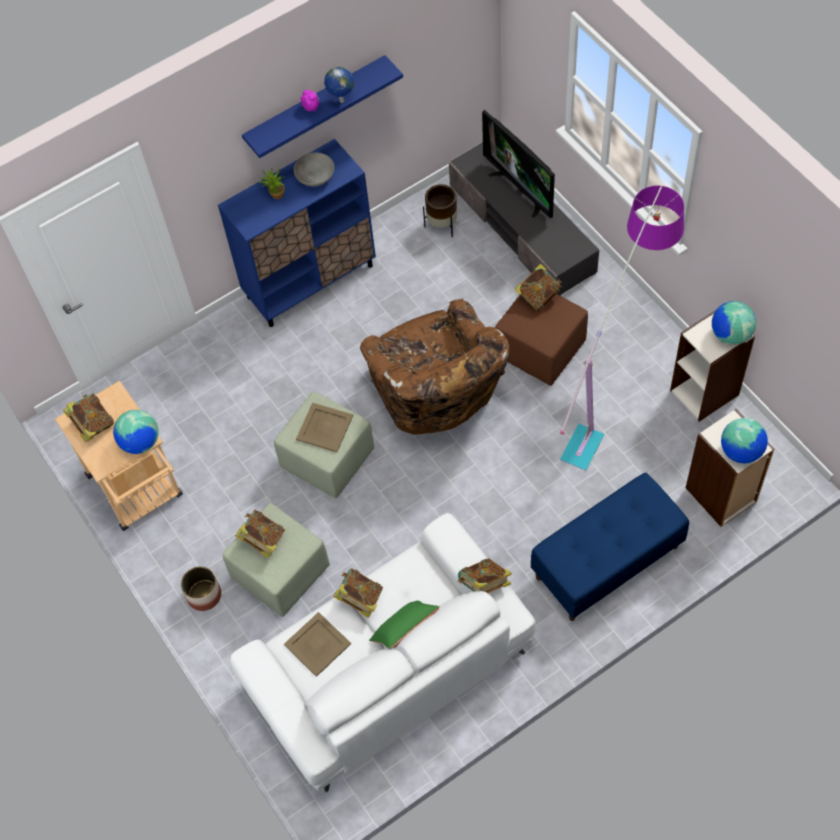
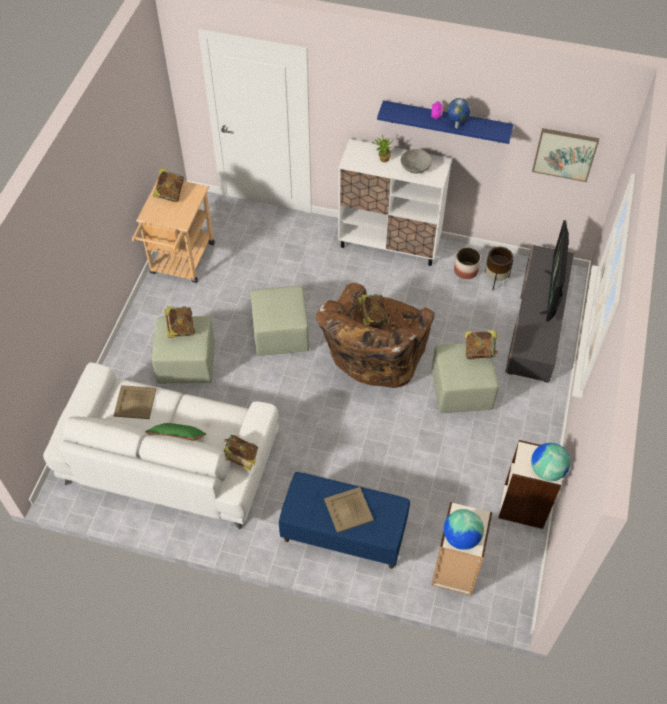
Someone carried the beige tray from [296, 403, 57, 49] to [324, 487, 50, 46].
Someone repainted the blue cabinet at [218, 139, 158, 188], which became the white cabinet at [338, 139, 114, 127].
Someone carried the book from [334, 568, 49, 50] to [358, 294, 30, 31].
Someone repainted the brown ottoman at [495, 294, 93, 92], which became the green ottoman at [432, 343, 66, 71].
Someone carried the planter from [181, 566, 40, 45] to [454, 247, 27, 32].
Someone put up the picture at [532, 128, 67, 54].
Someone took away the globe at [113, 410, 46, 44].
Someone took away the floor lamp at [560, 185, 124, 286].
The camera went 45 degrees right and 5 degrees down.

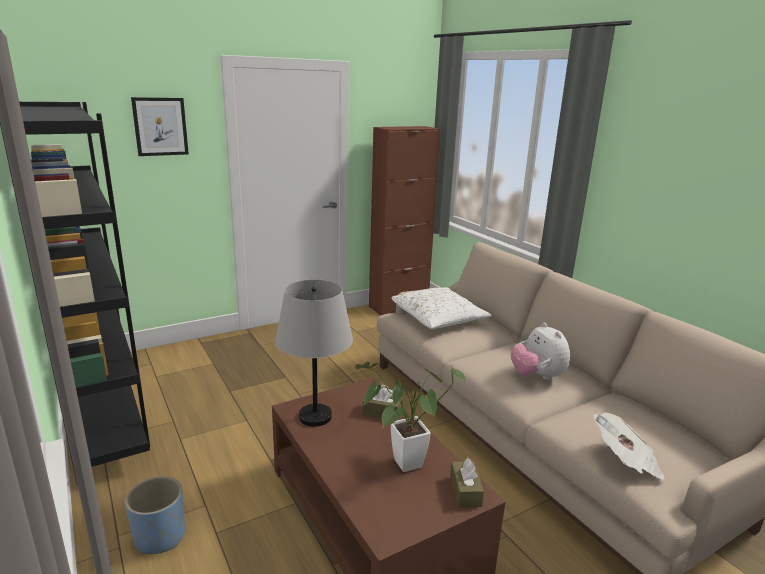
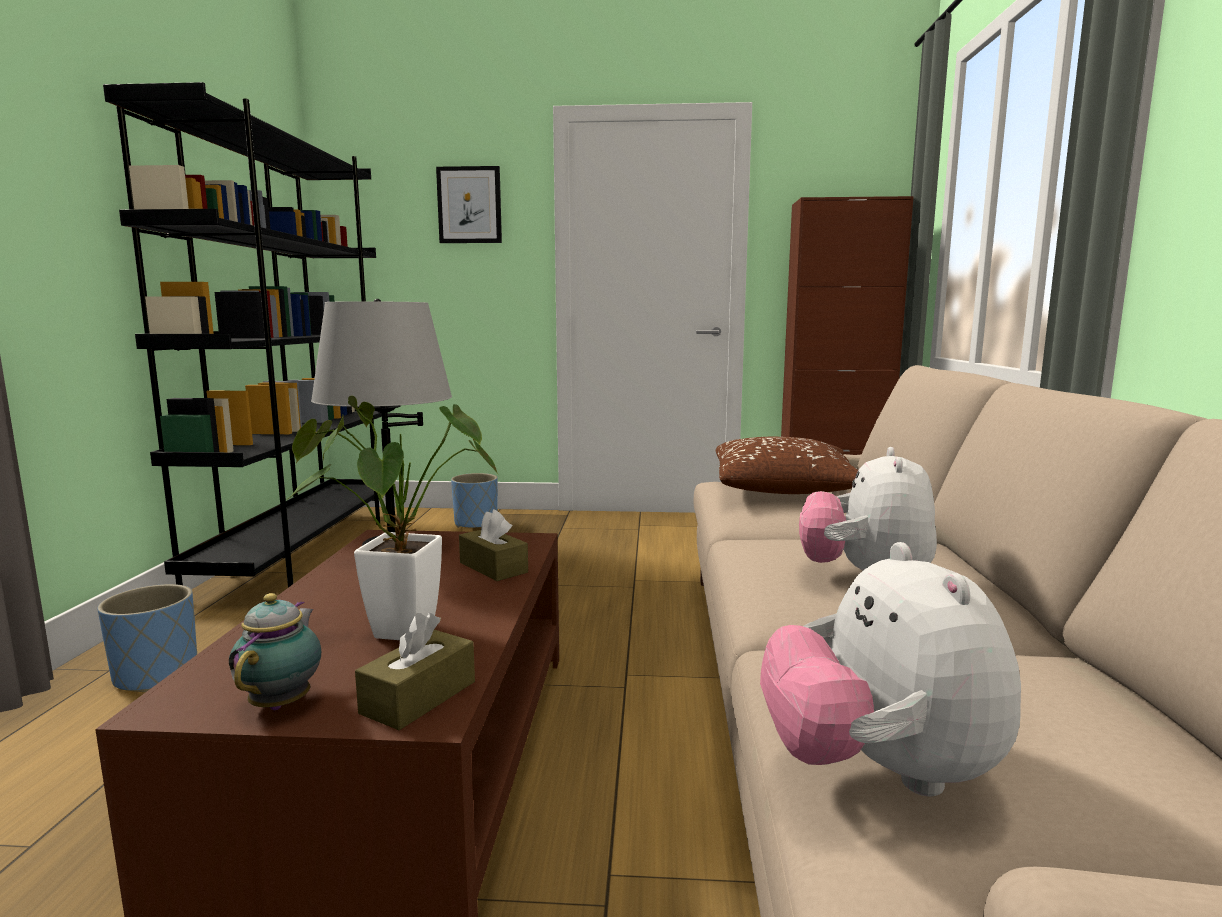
Someone put down the teapot at [229, 593, 92, 117].
Someone put down the blue planter at [451, 473, 47, 55].
Someone repainted the white pillow at [392, 287, 100, 42], which became the brown pillow at [716, 437, 142, 57].
Someone swapped the newspaper at [593, 412, 72, 68] for the plush toy at [760, 542, 261, 254].
The camera went 35 degrees right and 10 degrees down.

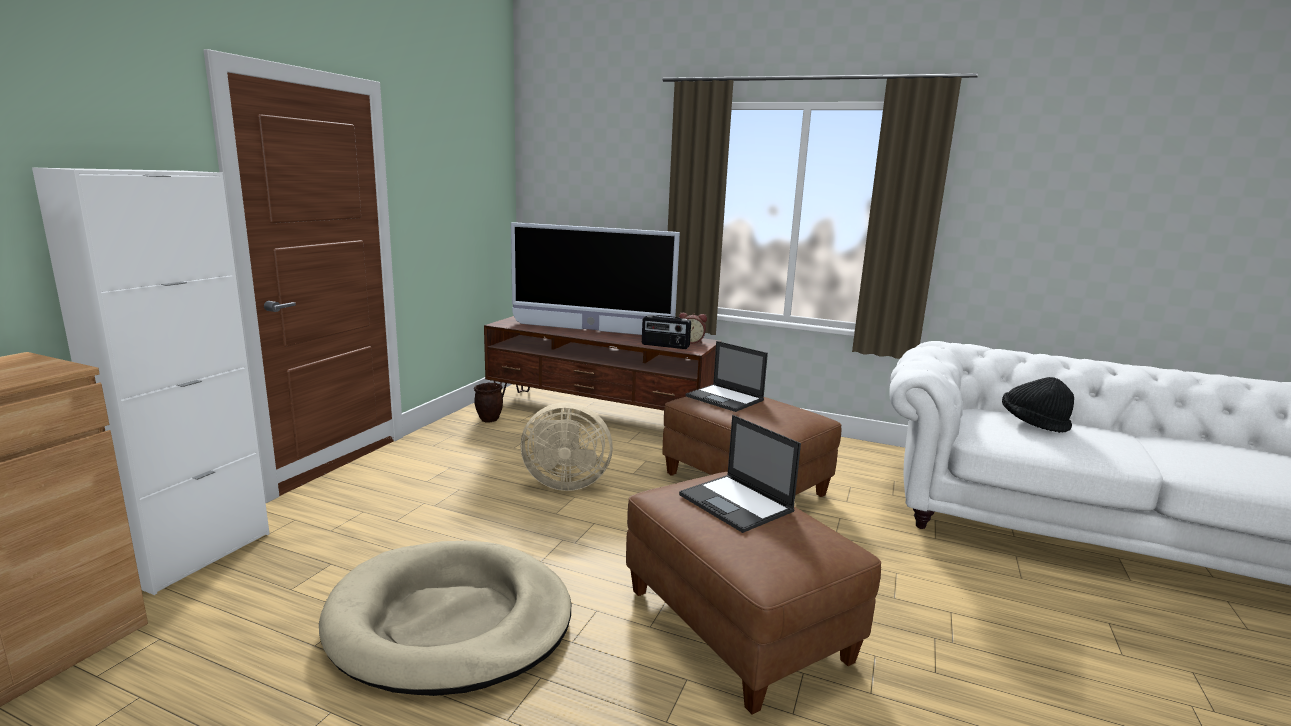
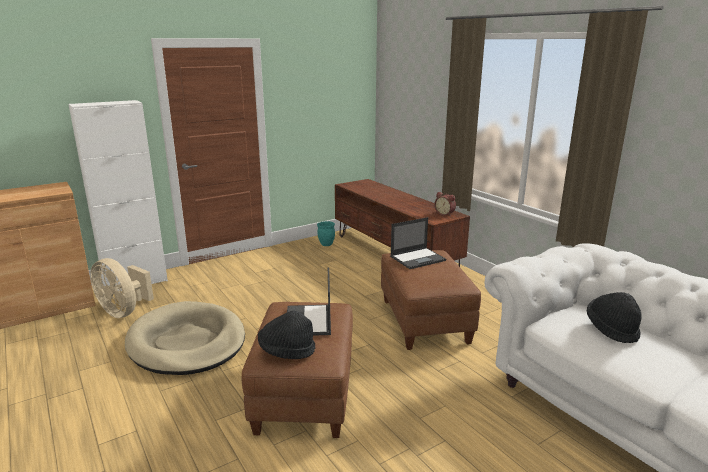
Someone carried the beige fan from [521, 402, 92, 89] to [90, 258, 64, 60].
Someone put down the black hat at [258, 311, 57, 48].
Someone repainted the brown planter at [474, 383, 29, 39], which became the turquoise planter at [317, 221, 18, 25].
Someone rotated the laptop at [685, 341, 83, 71] by 105 degrees counterclockwise.
Someone took away the television at [511, 222, 169, 113].
Someone took away the radio at [642, 315, 49, 34].
The camera went 35 degrees right and 5 degrees up.

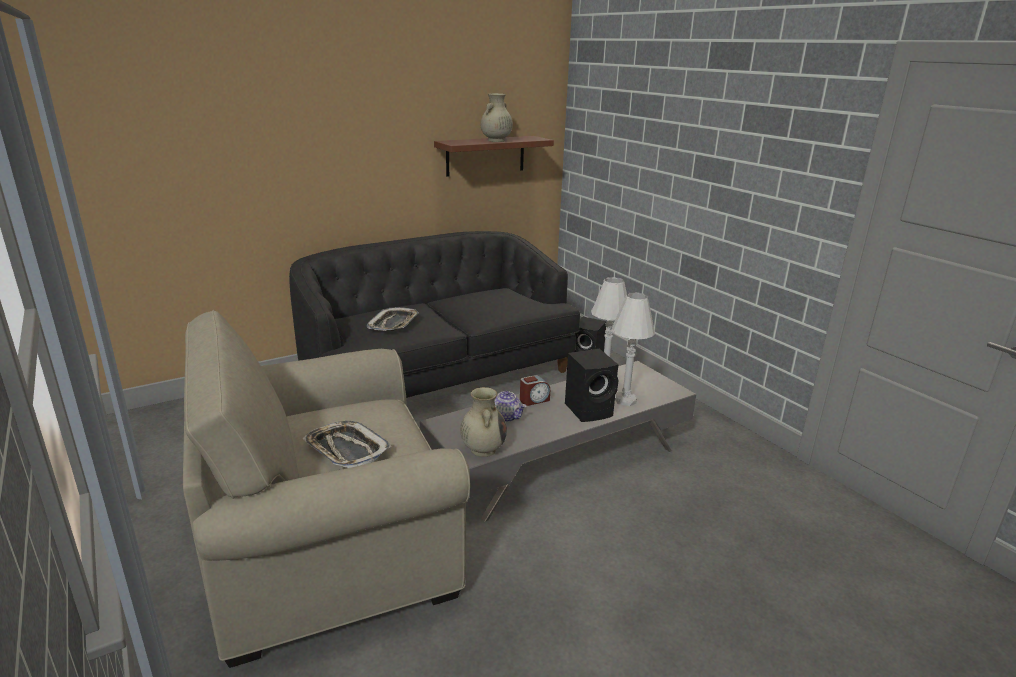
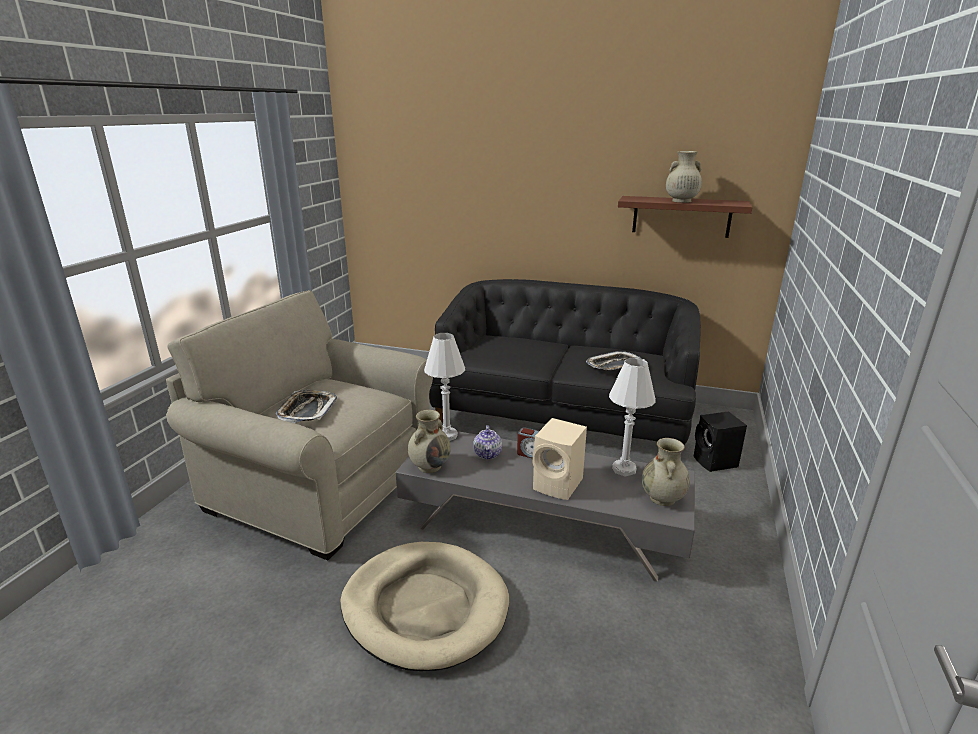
Someone put down the beige dog bed at [341, 542, 168, 129].
Someone carried the white table lamp from [612, 292, 43, 114] to [424, 333, 41, 108].
Someone repainted the black speaker at [565, 349, 53, 73], which became the beige speaker at [533, 418, 54, 82].
Someone carried the tray from [367, 307, 52, 24] to [586, 351, 54, 20].
Someone put down the beige vase at [642, 438, 48, 68].
The camera went 50 degrees right and 0 degrees up.

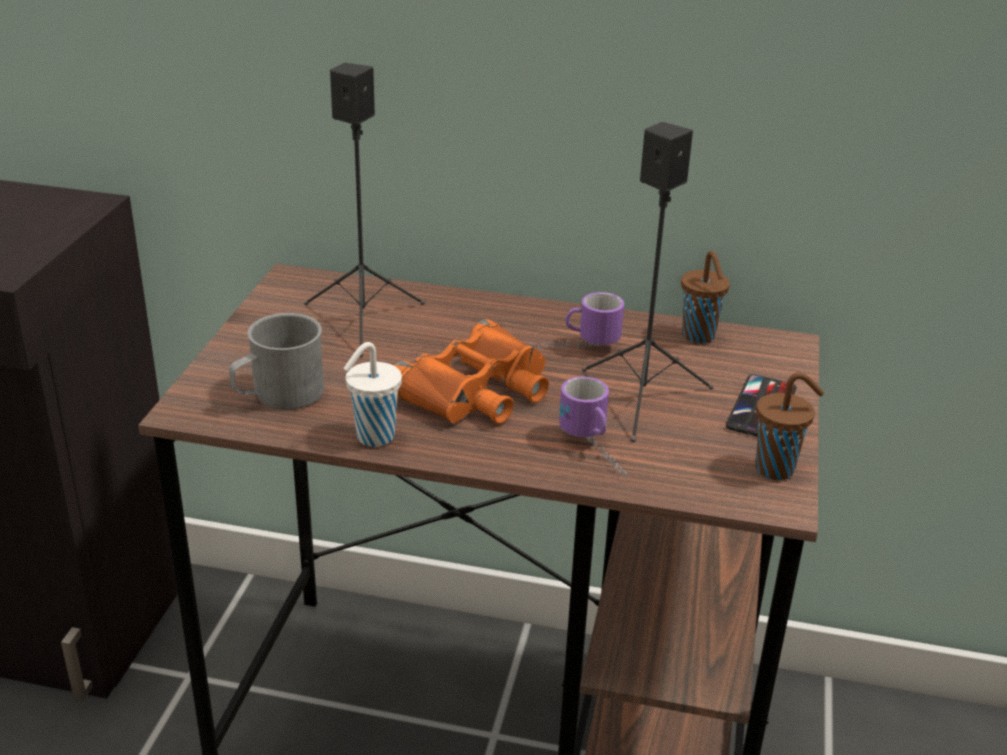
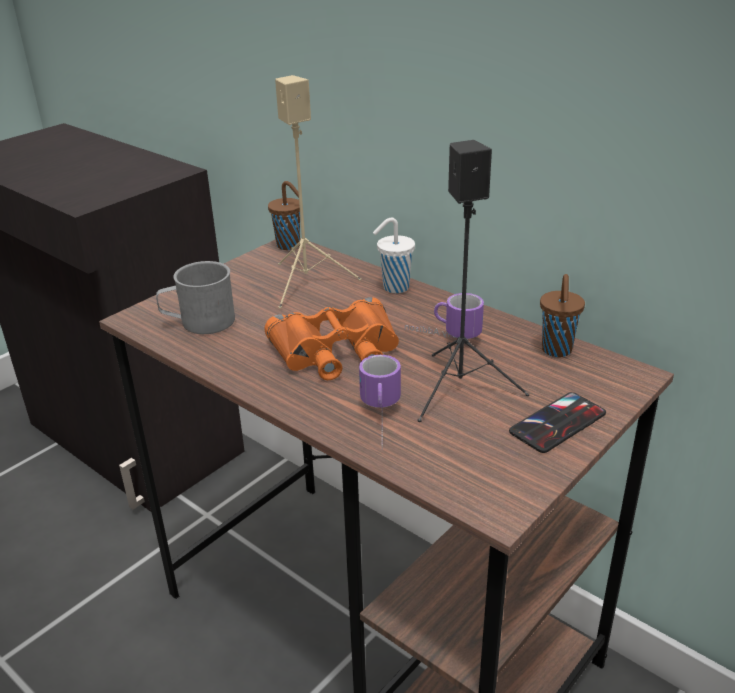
Someone carried the brown cup from [755, 372, 69, 108] to [268, 181, 32, 69].
Someone repainted the black speaker at [304, 63, 121, 294], which became the beige speaker at [275, 75, 86, 233].
Someone carried the white cup from [344, 342, 58, 105] to [373, 217, 42, 76].
The camera went 30 degrees right and 0 degrees up.

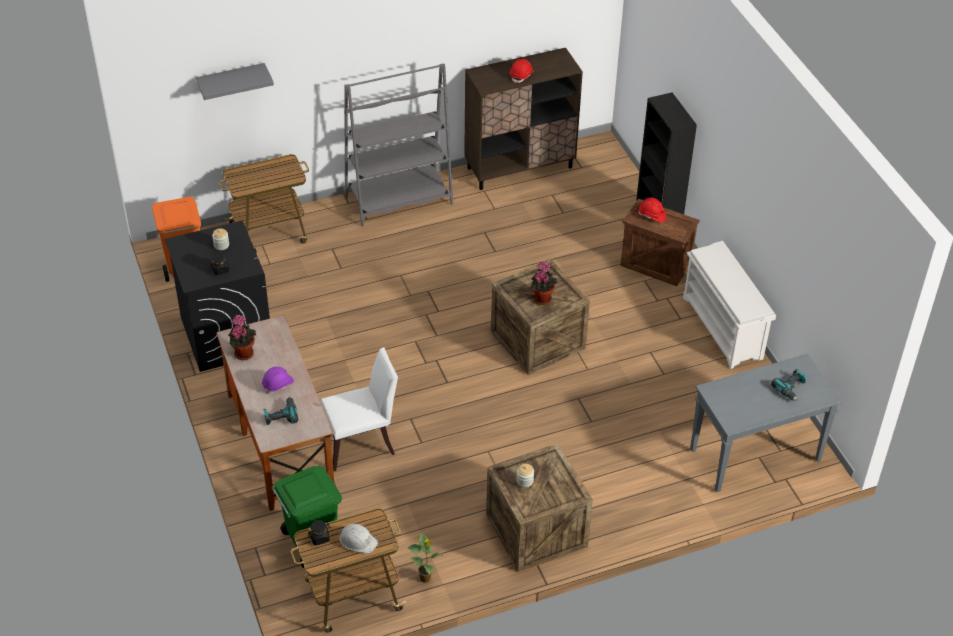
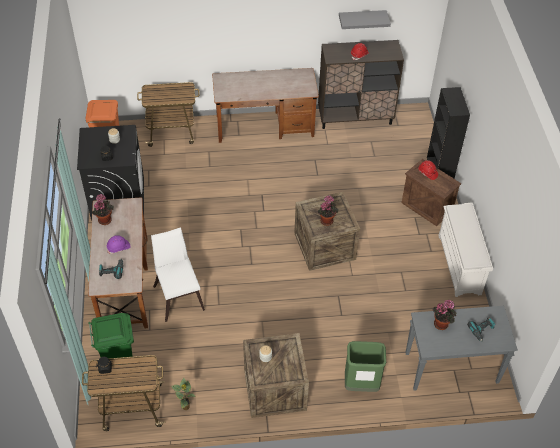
Someone rotated the white chair at [320, 347, 78, 125] by 105 degrees counterclockwise.
Someone swapped the grey bookcase at [344, 64, 109, 163] for the desk at [212, 68, 107, 75].
Someone carried the grey shelf from [196, 63, 78, 37] to [339, 10, 52, 19].
Someone put down the green trash can at [345, 341, 41, 51].
Someone put down the potted plant at [432, 300, 24, 30].
Someone took away the white hard hat at [338, 524, 40, 30].
The camera went 15 degrees right and 5 degrees up.

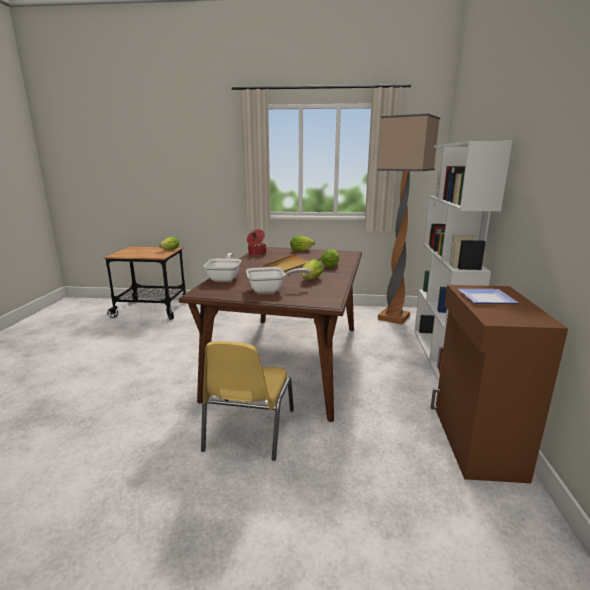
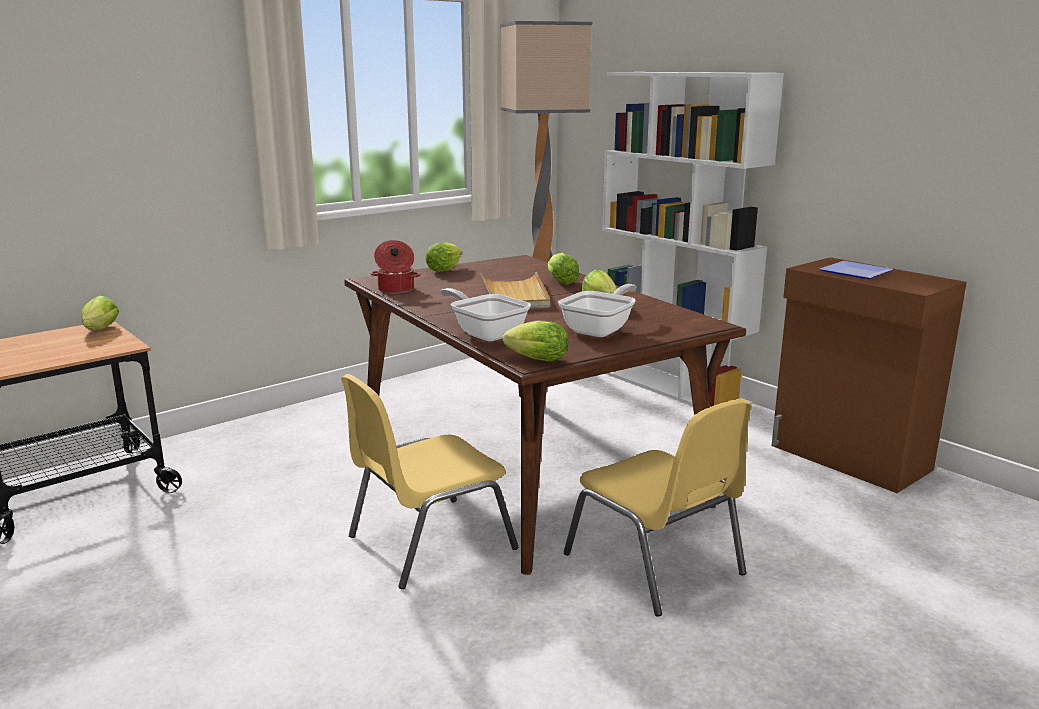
Someone put down the yellow chair at [341, 374, 177, 215].
Someone put down the lettuce at [502, 321, 66, 41].
The camera went 45 degrees left and 0 degrees up.

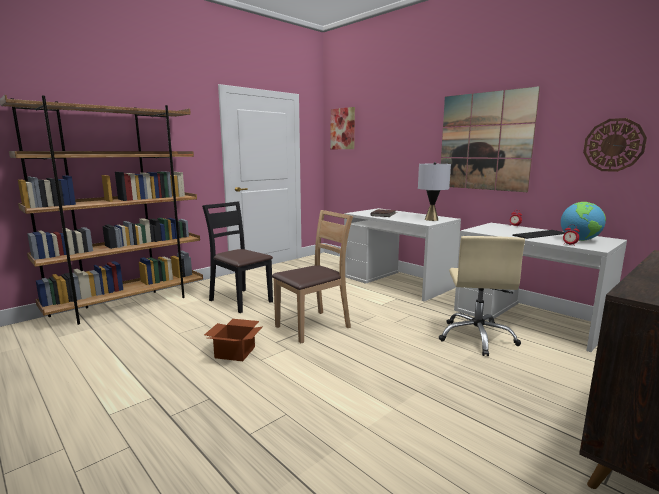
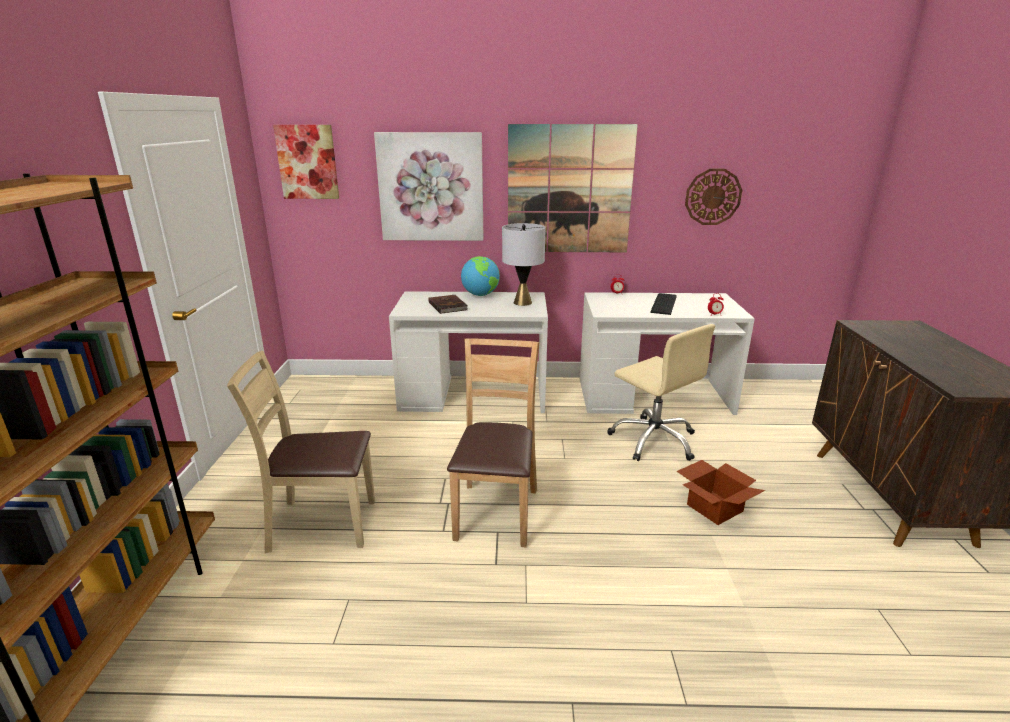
Someone repainted the black chair at [202, 201, 71, 112], which became the beige chair at [227, 351, 148, 202].
Someone put up the picture at [374, 132, 110, 109].
Someone carried the globe from [561, 202, 45, 39] to [461, 256, 39, 40].
Someone carried the cardboard box from [204, 319, 59, 42] to [677, 460, 88, 65].
The camera went 45 degrees left and 10 degrees up.

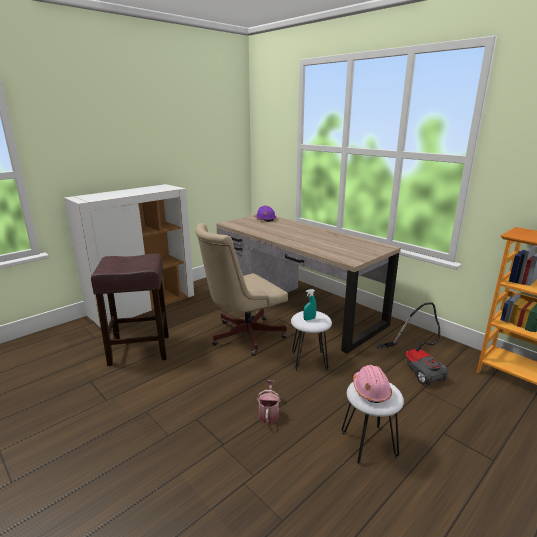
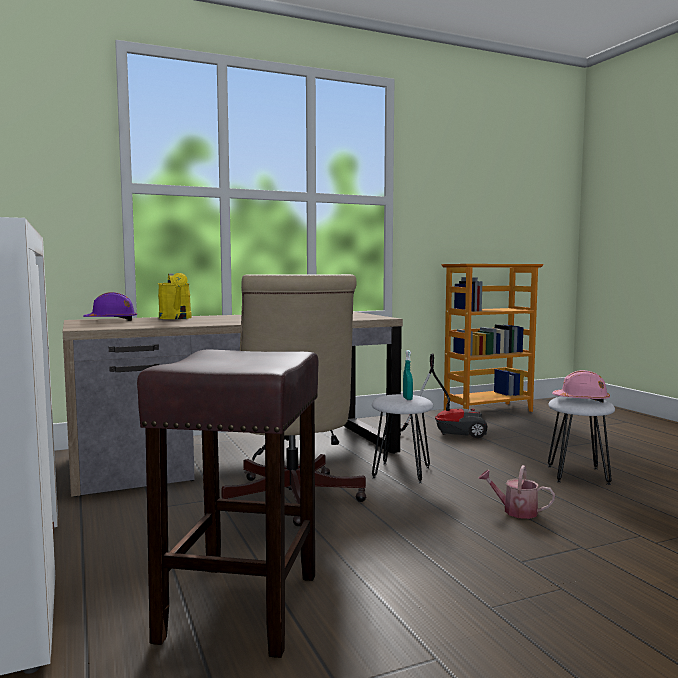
Someone put down the yellow watering can at [158, 273, 34, 46].
The camera went 70 degrees left and 15 degrees down.

